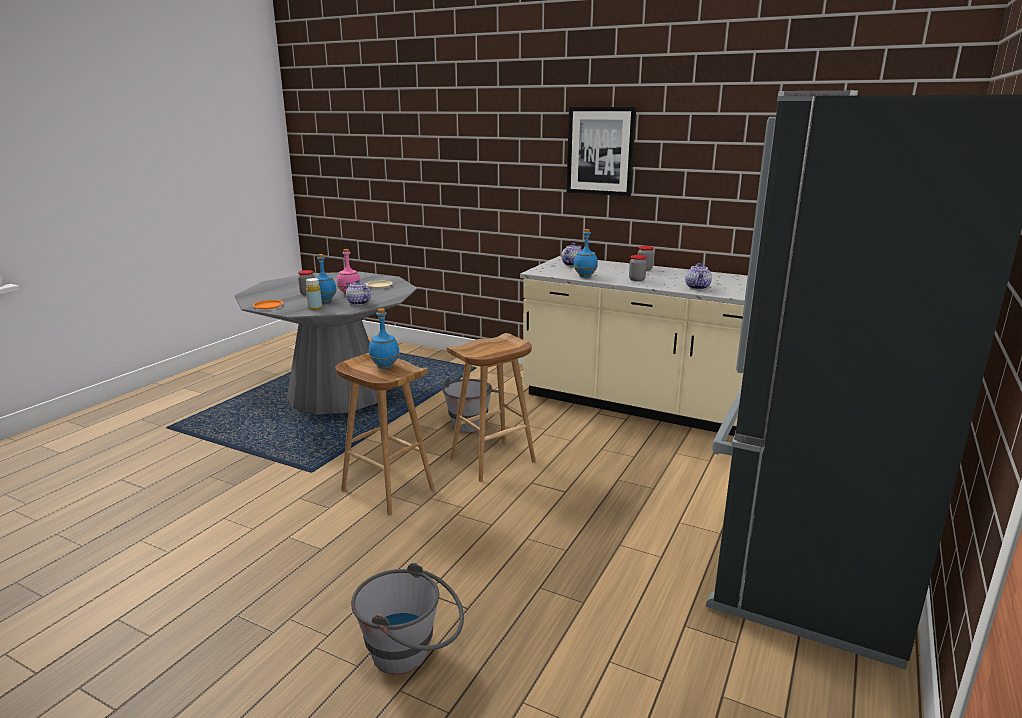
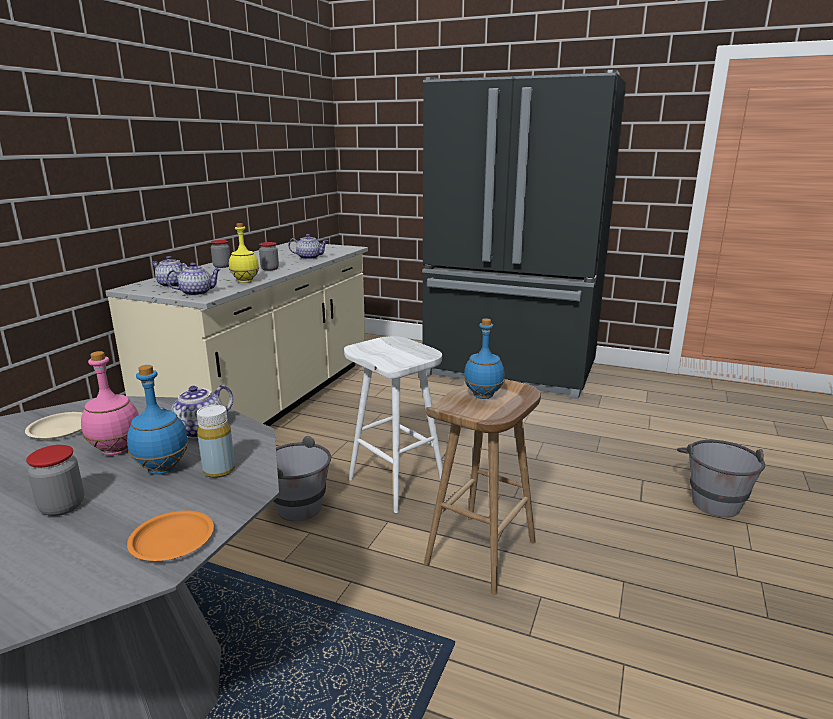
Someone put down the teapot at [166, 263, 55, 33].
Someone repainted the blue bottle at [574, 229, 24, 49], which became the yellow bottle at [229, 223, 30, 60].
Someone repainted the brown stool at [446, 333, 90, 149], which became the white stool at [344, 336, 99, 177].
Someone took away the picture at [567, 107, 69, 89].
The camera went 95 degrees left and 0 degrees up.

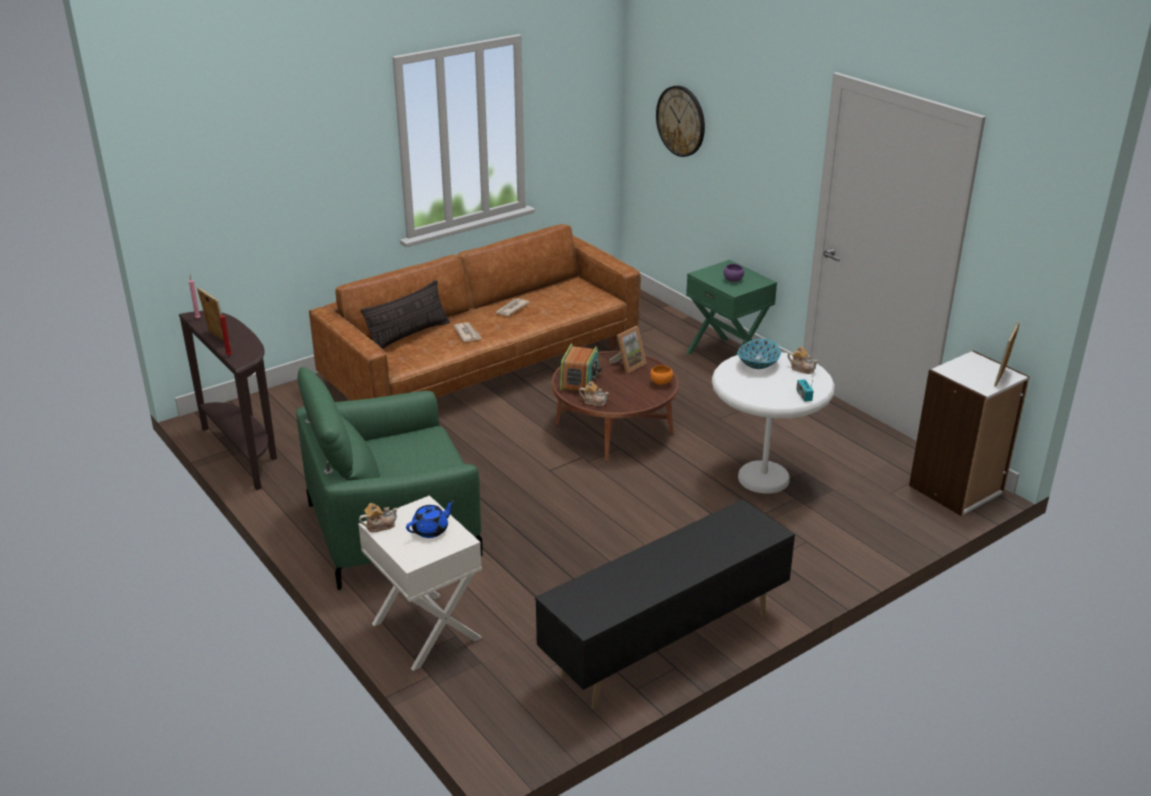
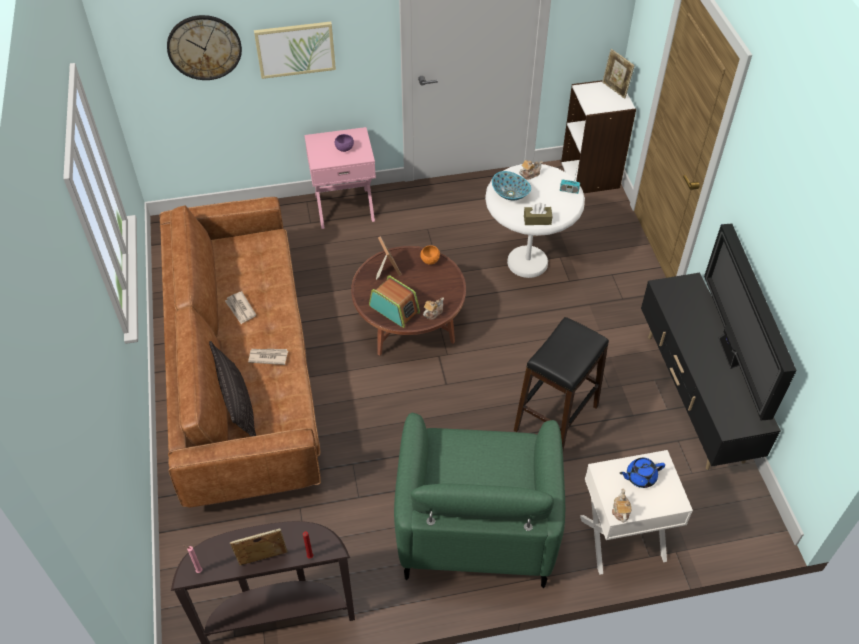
Someone put up the picture at [254, 22, 82, 57].
Someone repainted the green nightstand at [686, 260, 91, 96], which became the pink nightstand at [304, 127, 72, 102].
Someone put down the black stool at [514, 317, 95, 133].
Someone put down the brown tissue box at [524, 203, 29, 22].
Someone rotated the blue teapot at [406, 501, 48, 37] by 90 degrees counterclockwise.
Someone put down the television at [704, 223, 93, 198].
The camera went 65 degrees left and 20 degrees up.

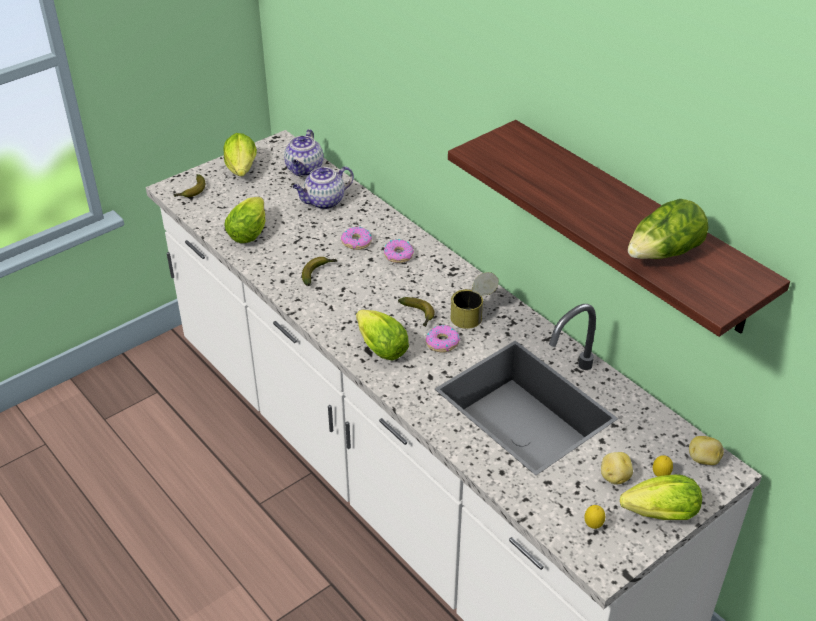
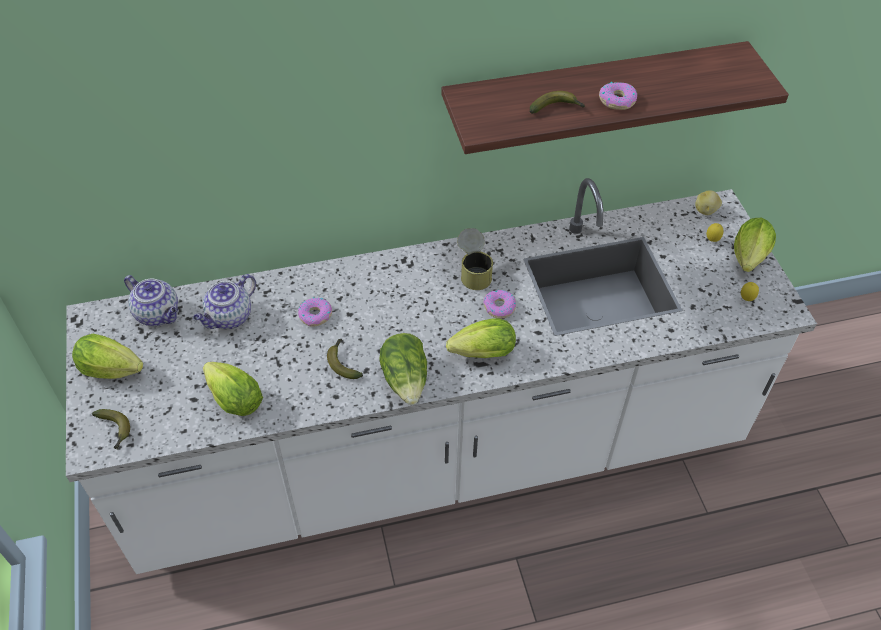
Someone rotated the teapot at [292, 166, 62, 43] by 45 degrees clockwise.
Someone carried the lettuce from [628, 199, 81, 60] to [379, 333, 48, 72].
Someone carried the banana from [398, 297, 37, 30] to [530, 91, 55, 23].
Someone carried the donut from [384, 239, 30, 24] to [599, 82, 38, 28].
Someone took away the potato at [601, 452, 32, 33].
The camera went 65 degrees left and 10 degrees up.

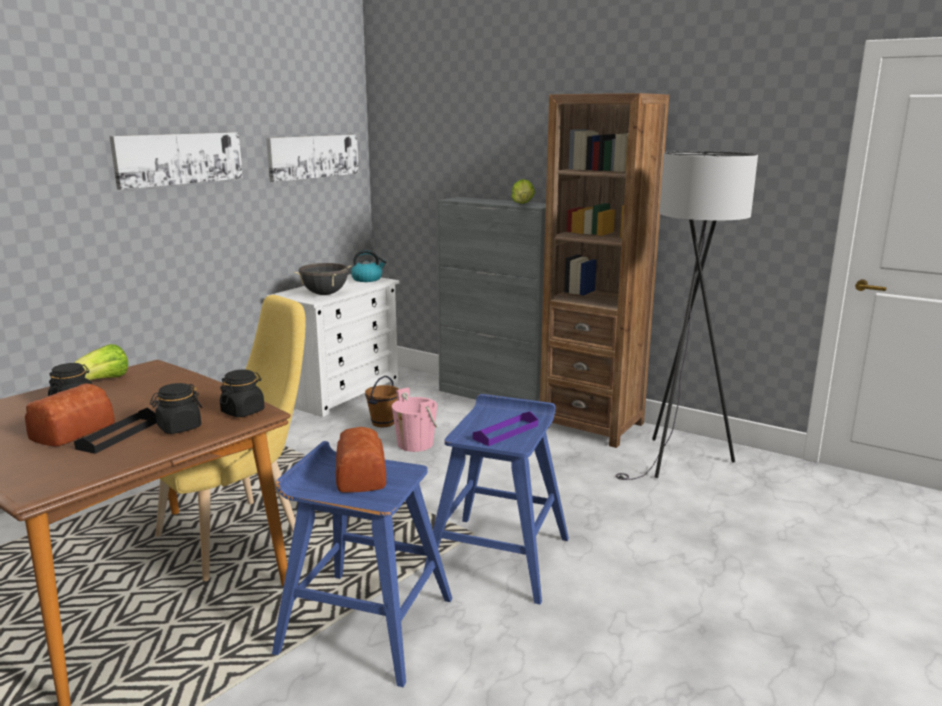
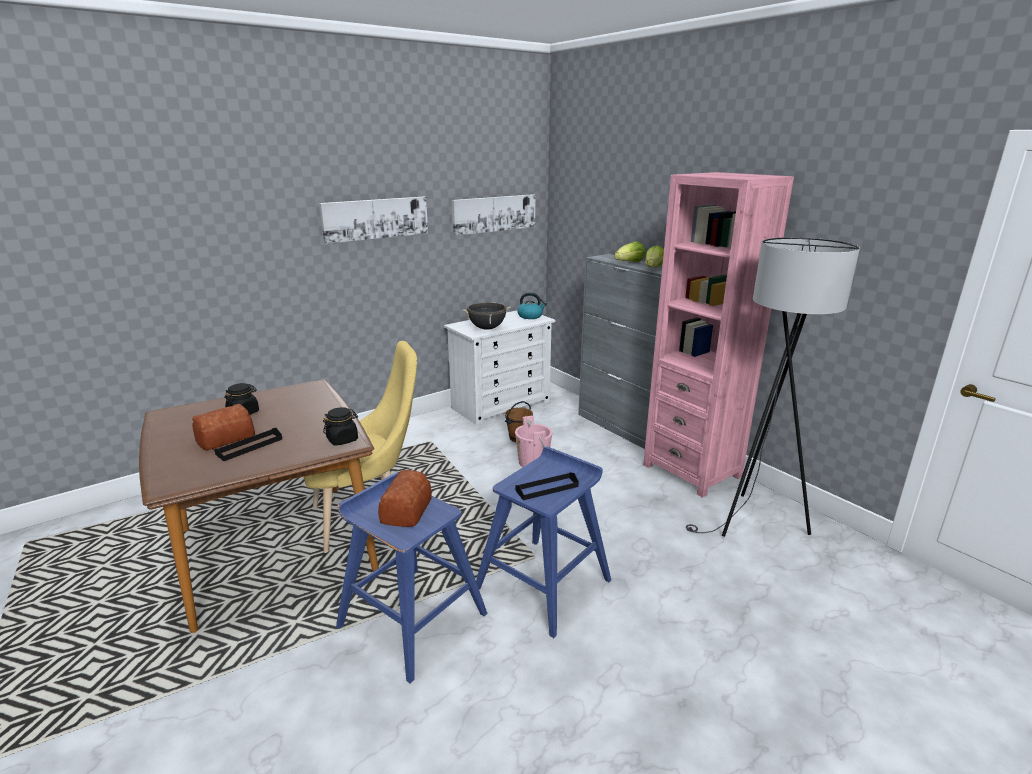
Someone repainted the purple tray at [473, 412, 65, 34], which became the black tray at [515, 472, 64, 28].
Someone carried the lettuce from [74, 344, 54, 36] to [614, 241, 31, 21].
Someone repainted the brown bookcase at [540, 93, 129, 355], which became the pink bookcase at [643, 172, 151, 326].
Someone took away the black jar at [150, 383, 52, 51].
The camera went 20 degrees right and 5 degrees up.

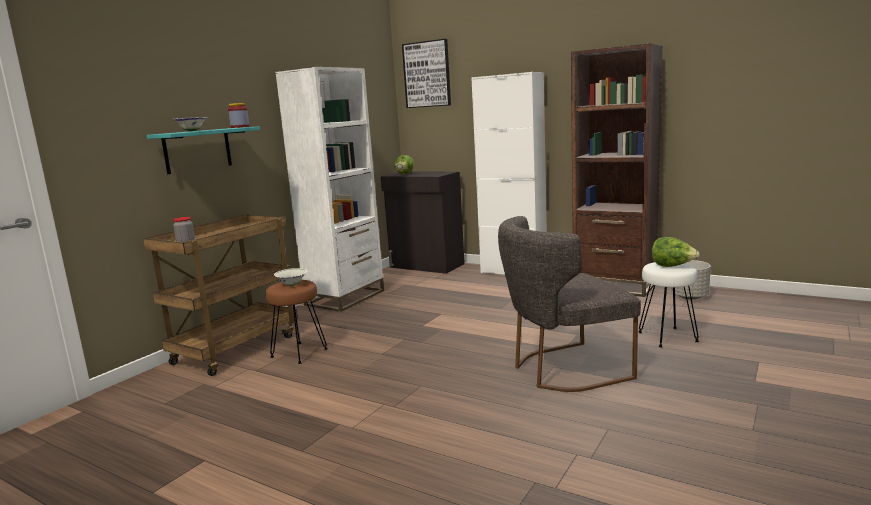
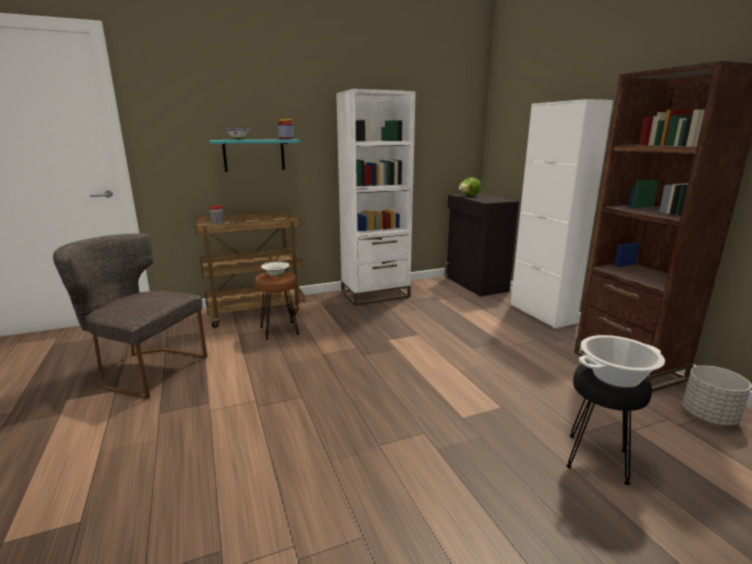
Someone carried the grey chair from [498, 216, 143, 176] to [53, 233, 154, 166].
Someone repainted the white stool at [638, 262, 61, 86], which became the black stool at [566, 362, 86, 123].
Someone swapped the lettuce at [652, 237, 48, 30] for the cooking pot at [579, 335, 86, 52].
Someone took away the picture at [402, 39, 49, 69].
The camera went 35 degrees right and 5 degrees up.

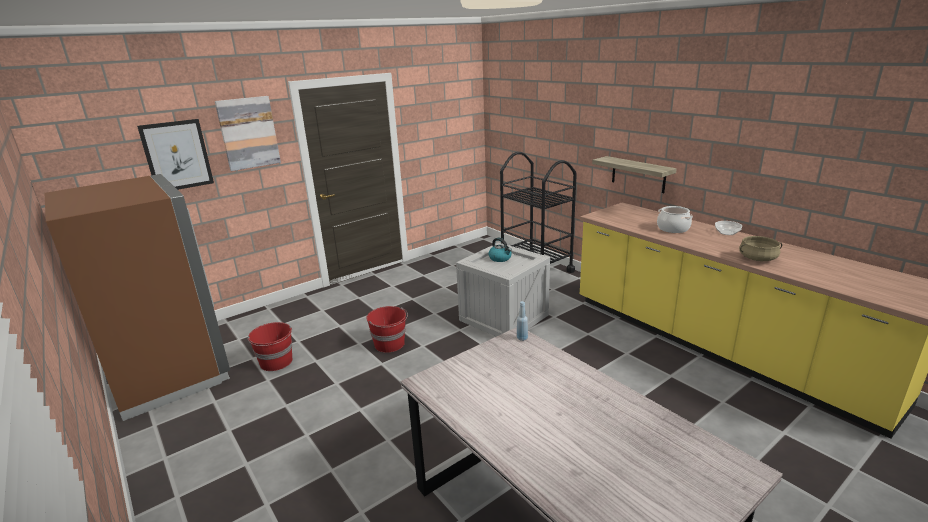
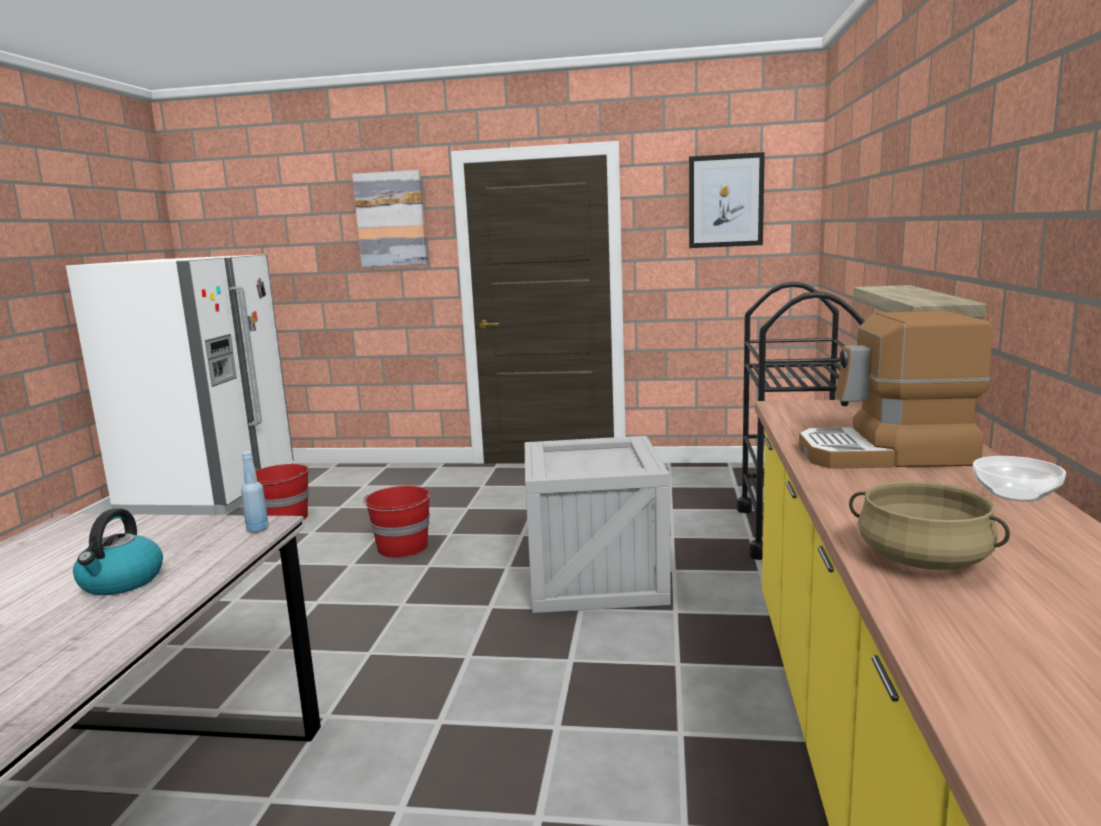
Someone repainted the brown fridge at [44, 174, 186, 247], which became the white fridge at [66, 254, 228, 261].
Someone carried the kettle from [488, 238, 24, 24] to [73, 508, 90, 87].
Someone carried the picture from [137, 119, 77, 71] to [689, 152, 76, 96].
Someone swapped the cooking pot at [657, 206, 36, 27] for the coffee machine at [799, 311, 193, 158].
The camera went 45 degrees right and 10 degrees down.

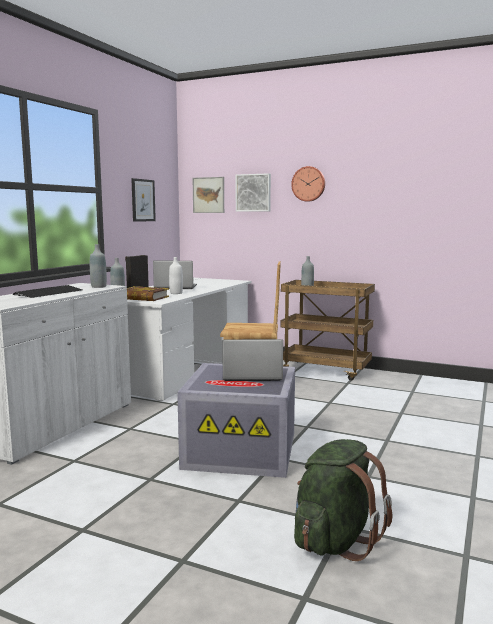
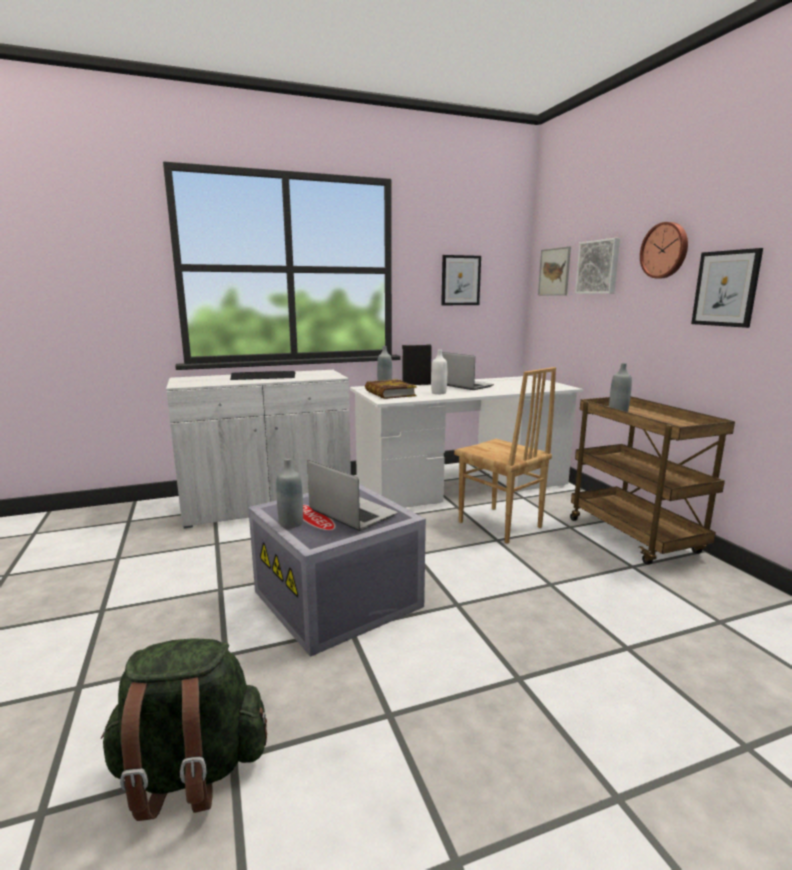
Someone carried the grey bottle from [90, 244, 17, 44] to [276, 458, 27, 70].
Someone put up the picture at [691, 248, 72, 80].
The camera went 45 degrees right and 5 degrees up.

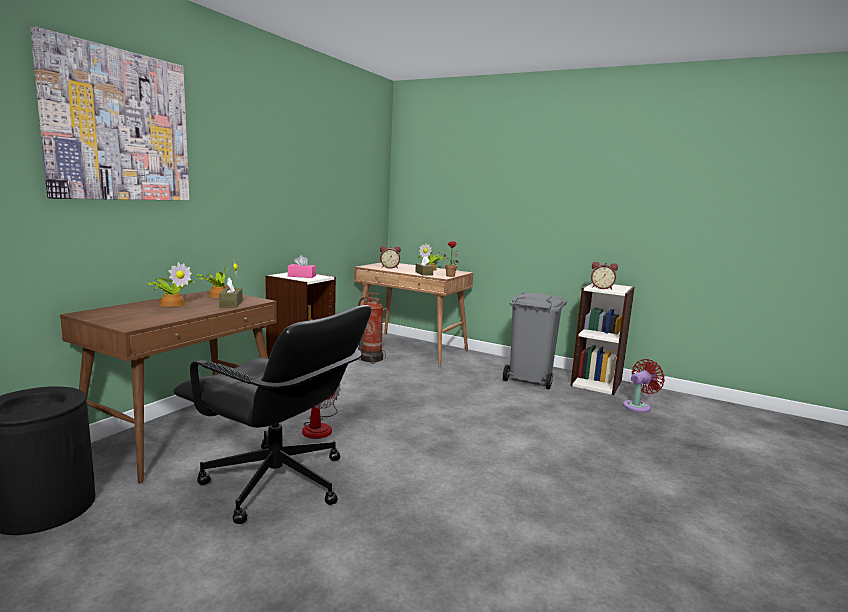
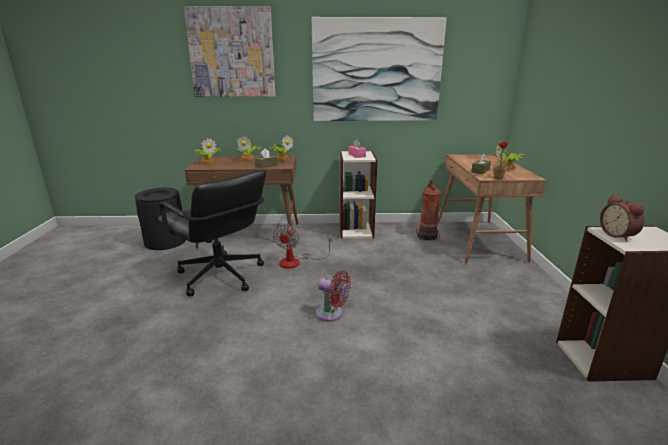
Someone rotated the black office chair at [173, 305, 198, 219] by 45 degrees counterclockwise.
Someone put down the potted plant at [195, 138, 27, 27].
Someone put up the picture at [312, 17, 134, 104].
Someone carried the red fan from [623, 359, 42, 53] to [316, 271, 35, 51].
Someone took away the alarm clock at [380, 246, 21, 23].
Someone took away the grey trash can at [503, 292, 64, 98].
The camera went 60 degrees right and 10 degrees up.

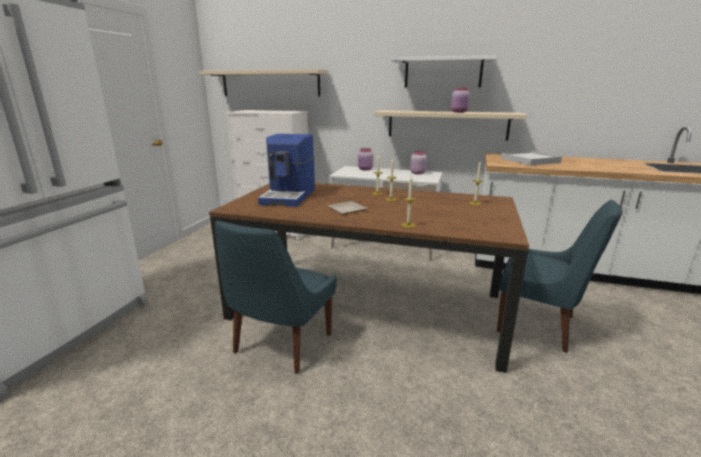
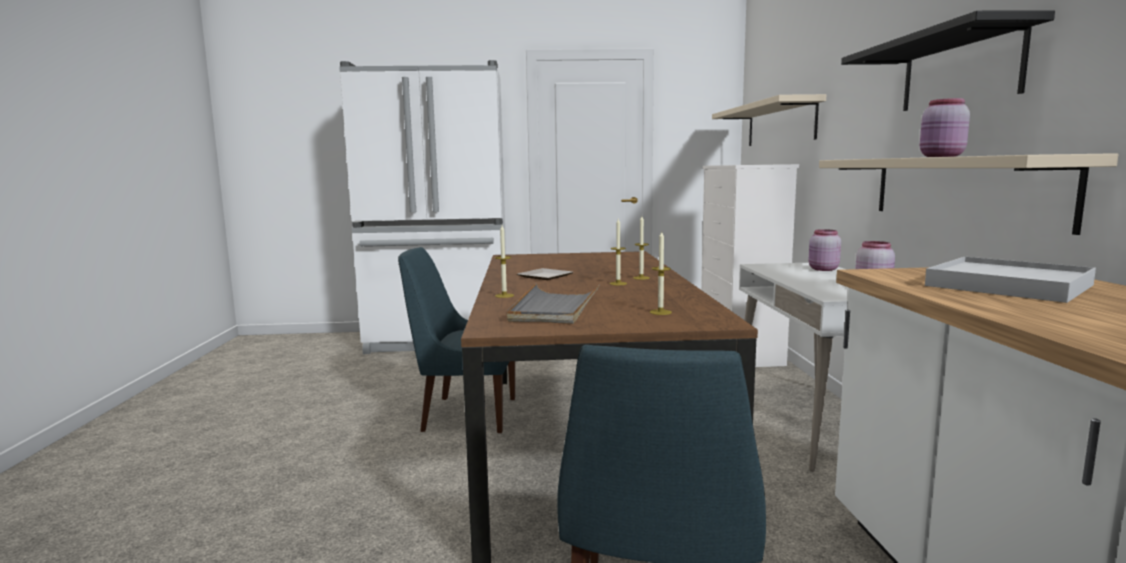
Someone put down the grey tray at [507, 283, 92, 41].
Someone repainted the white shelf at [391, 55, 106, 32], which became the black shelf at [841, 10, 214, 101].
Someone took away the coffee machine at [258, 134, 57, 73].
The camera went 70 degrees right and 10 degrees down.

